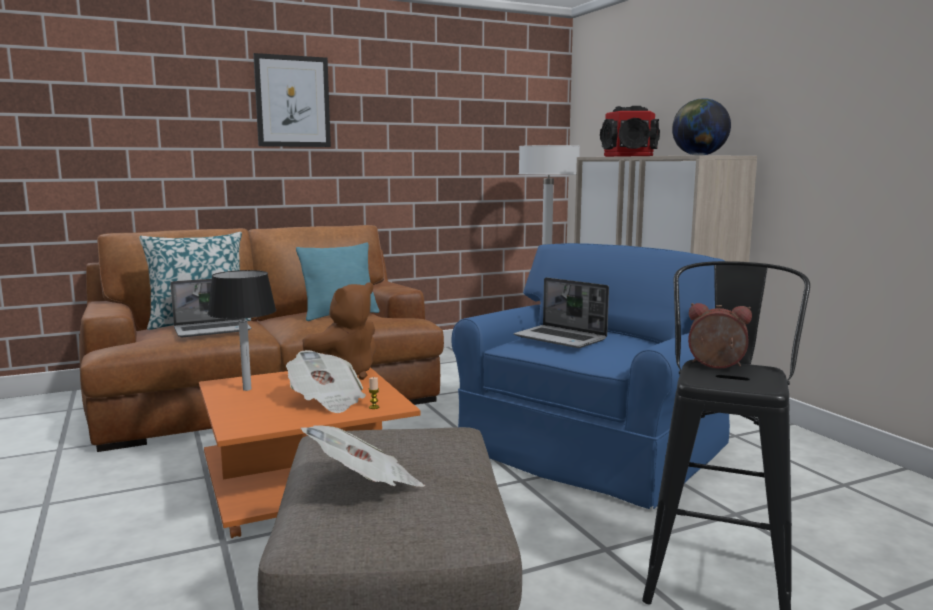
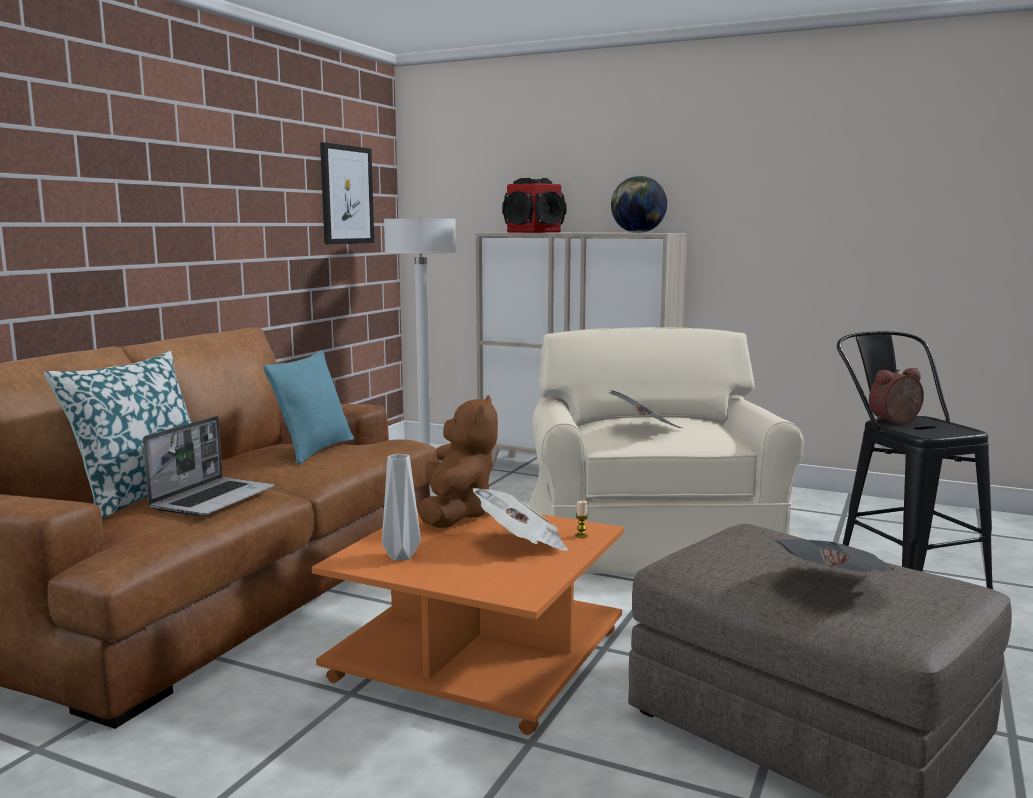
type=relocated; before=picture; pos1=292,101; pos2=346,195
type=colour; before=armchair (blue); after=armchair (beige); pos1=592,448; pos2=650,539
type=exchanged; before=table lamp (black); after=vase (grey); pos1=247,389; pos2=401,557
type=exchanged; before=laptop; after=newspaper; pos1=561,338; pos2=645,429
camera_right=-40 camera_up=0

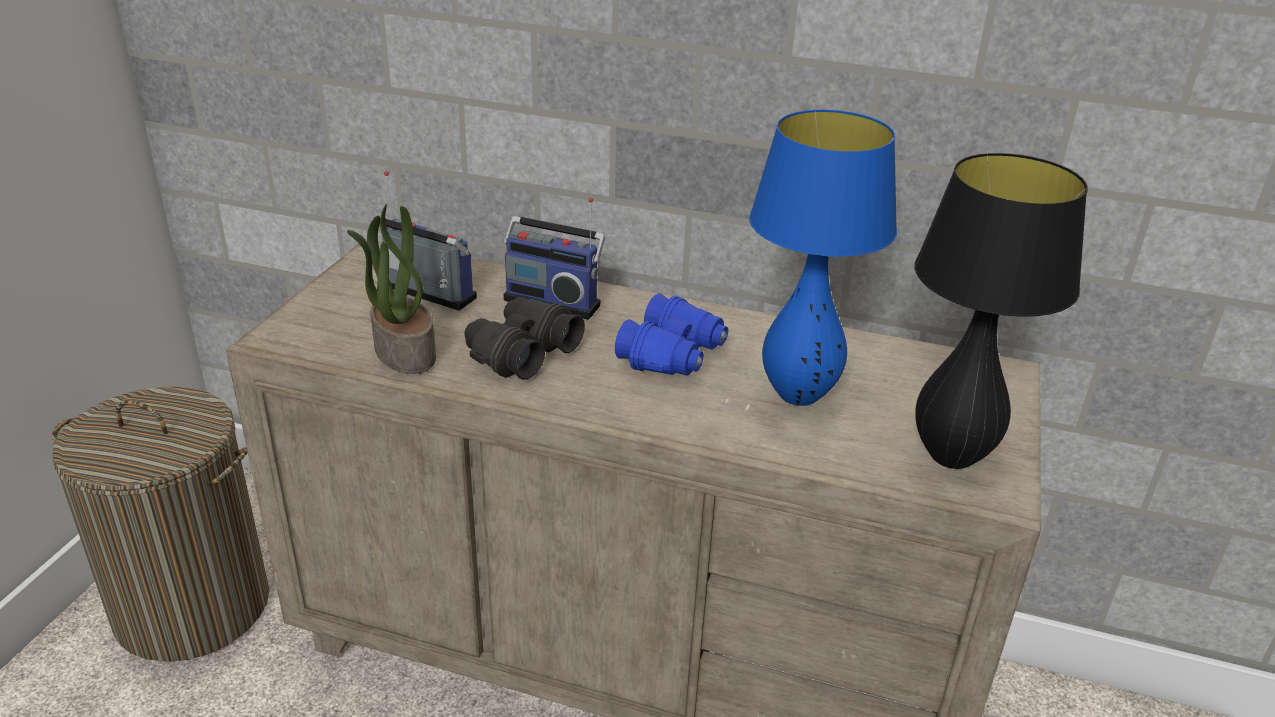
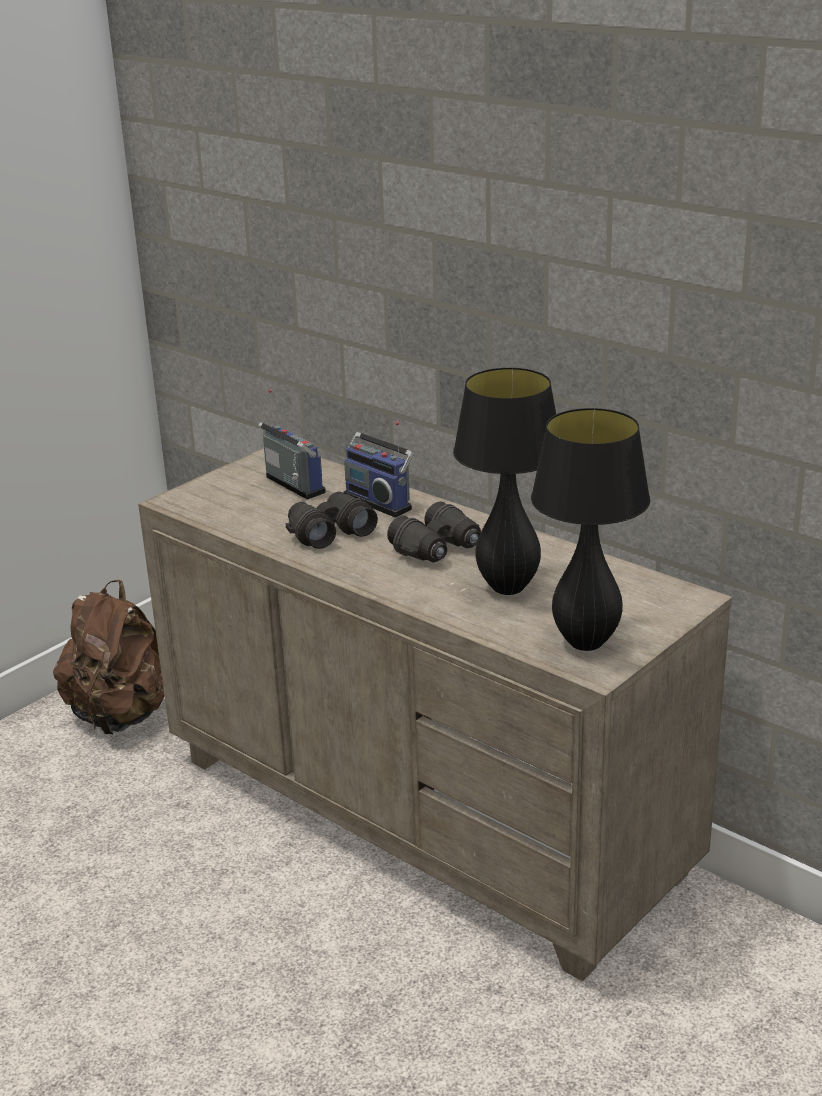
type=colour; before=table lamp (blue); after=table lamp (black); pos1=799,395; pos2=508,588
type=missing; before=potted plant; pos1=403,352
type=colour; before=binoculars (blue); after=binoculars (black); pos1=673,355; pos2=438,549
type=exchanged; before=laundry basket; after=backpack (brown); pos1=193,606; pos2=120,716
camera_right=25 camera_up=-5

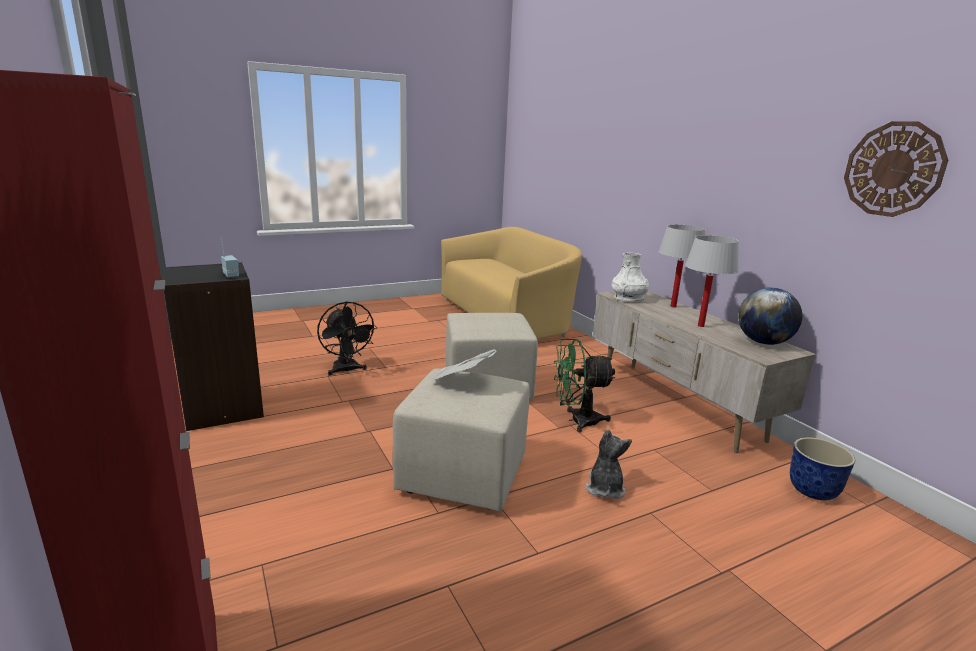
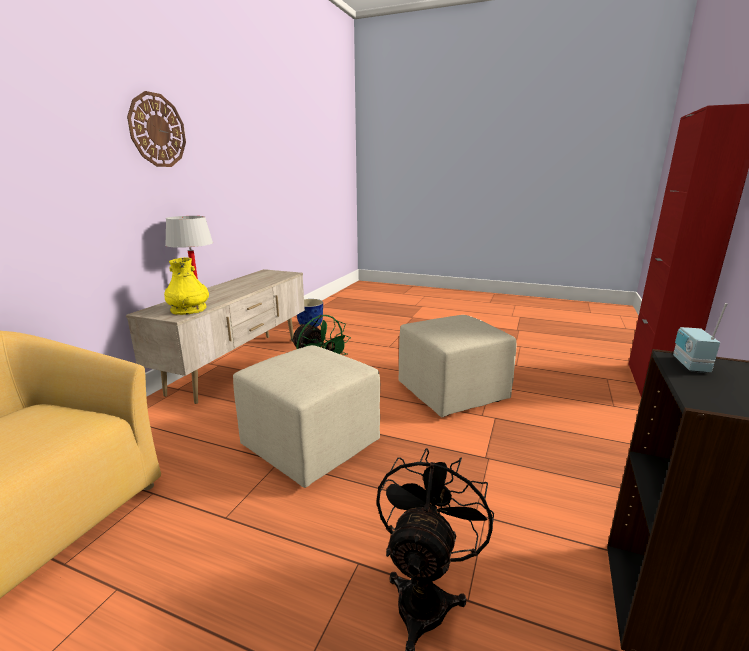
type=relocated; before=wall clock; pos1=893,169; pos2=157,130
type=missing; before=table lamp (white); pos1=700,326
type=colour; before=vase (white); after=vase (yellow); pos1=628,298; pos2=189,309
type=missing; before=globe; pos1=763,342
type=missing; before=newspaper; pos1=462,381
type=missing; before=plush toy; pos1=604,488
camera_right=-130 camera_up=0

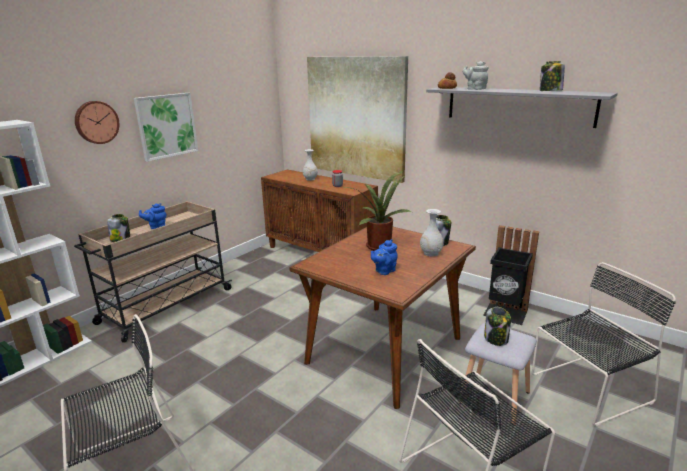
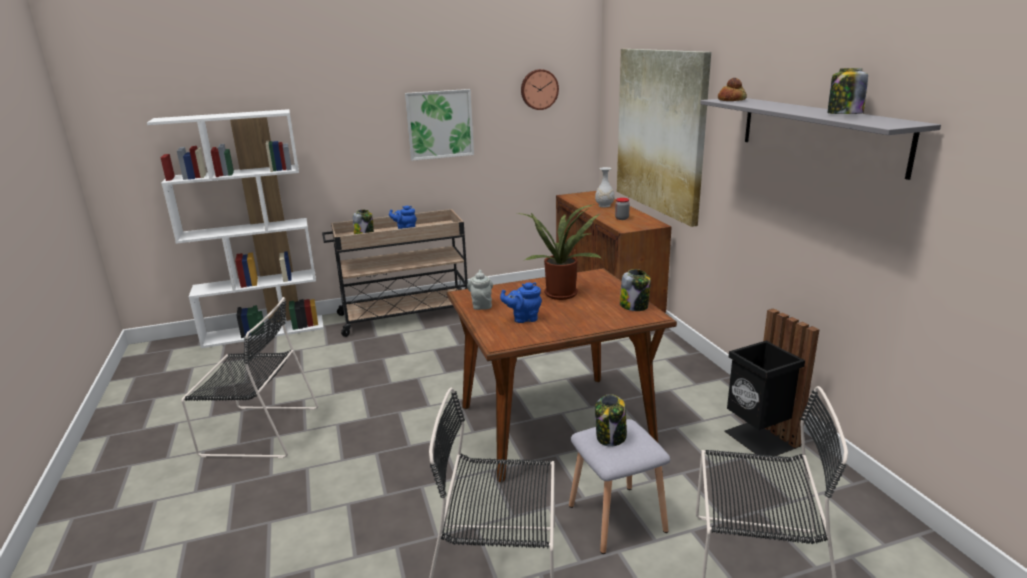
type=relocated; before=teapot (grey); pos1=475,89; pos2=481,305
type=relocated; before=wall clock; pos1=96,122; pos2=539,89
type=missing; before=vase (white); pos1=431,253
camera_right=35 camera_up=0

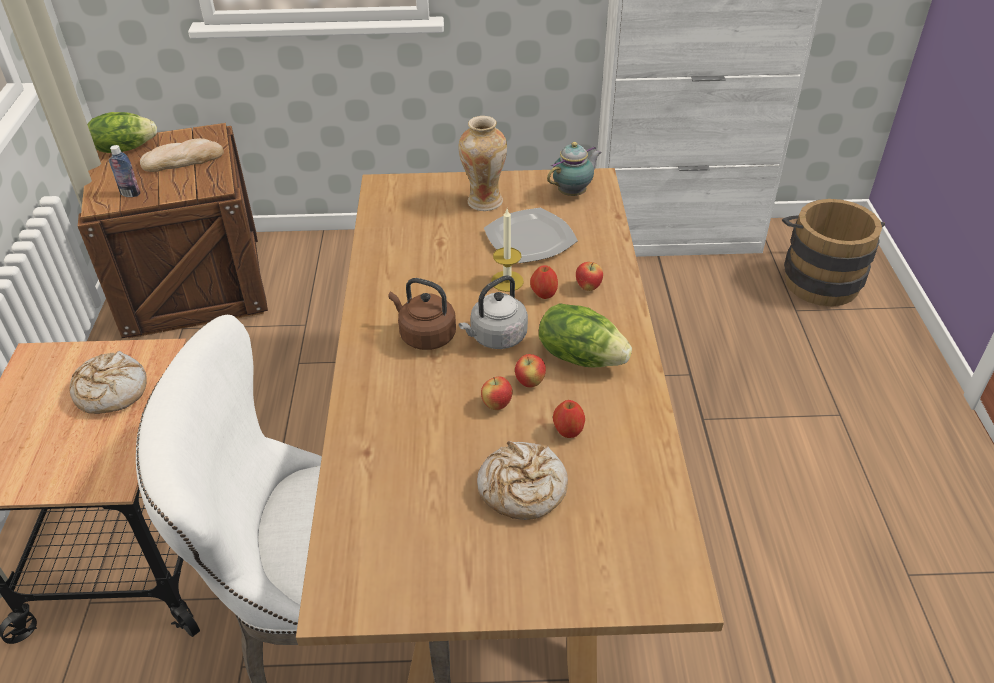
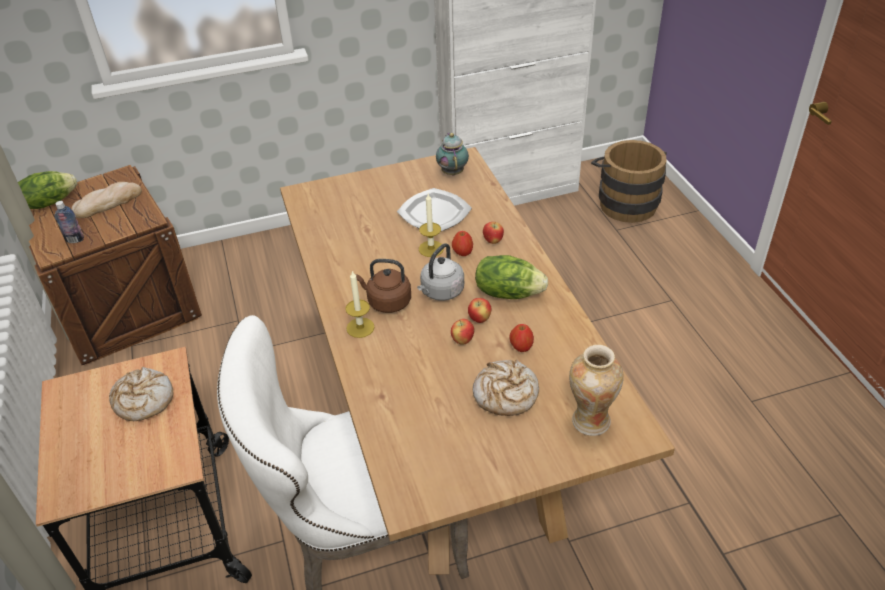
type=relocated; before=vase; pos1=484,201; pos2=590,421
type=spun; before=teapot; pos1=573,193; pos2=452,172; turn=-45
type=appeared; after=candle; pos2=360,327
camera_right=-15 camera_up=0

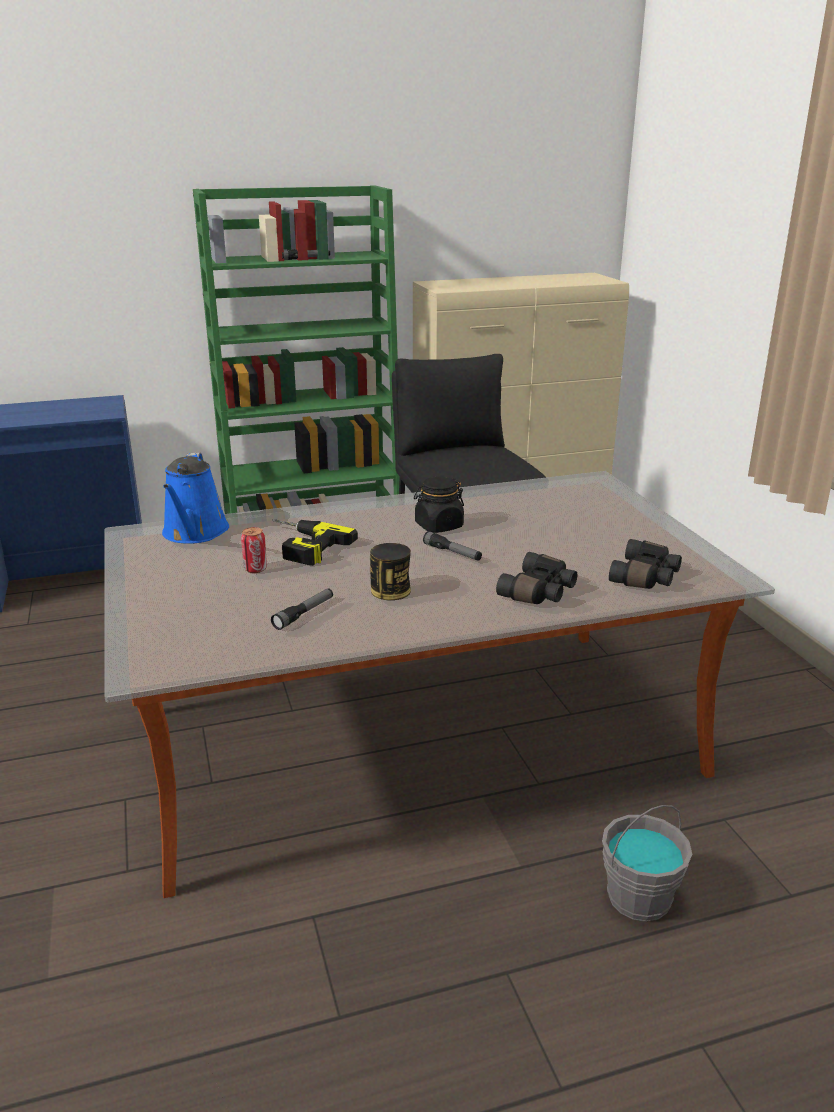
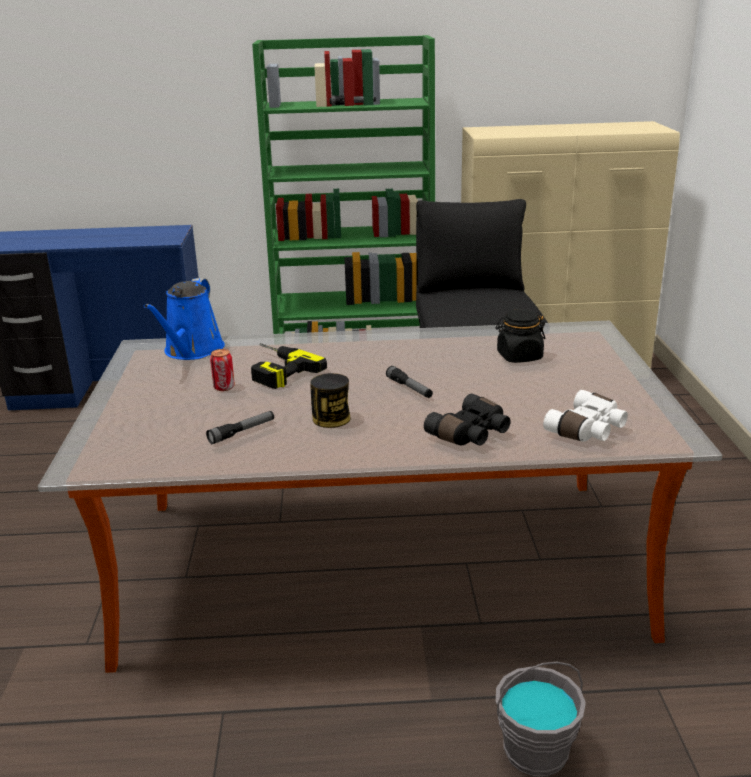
type=relocated; before=jar (black); pos1=438,526; pos2=519,356
type=colour; before=binoculars (black); after=binoculars (white); pos1=646,577; pos2=588,430
camera_right=15 camera_up=0

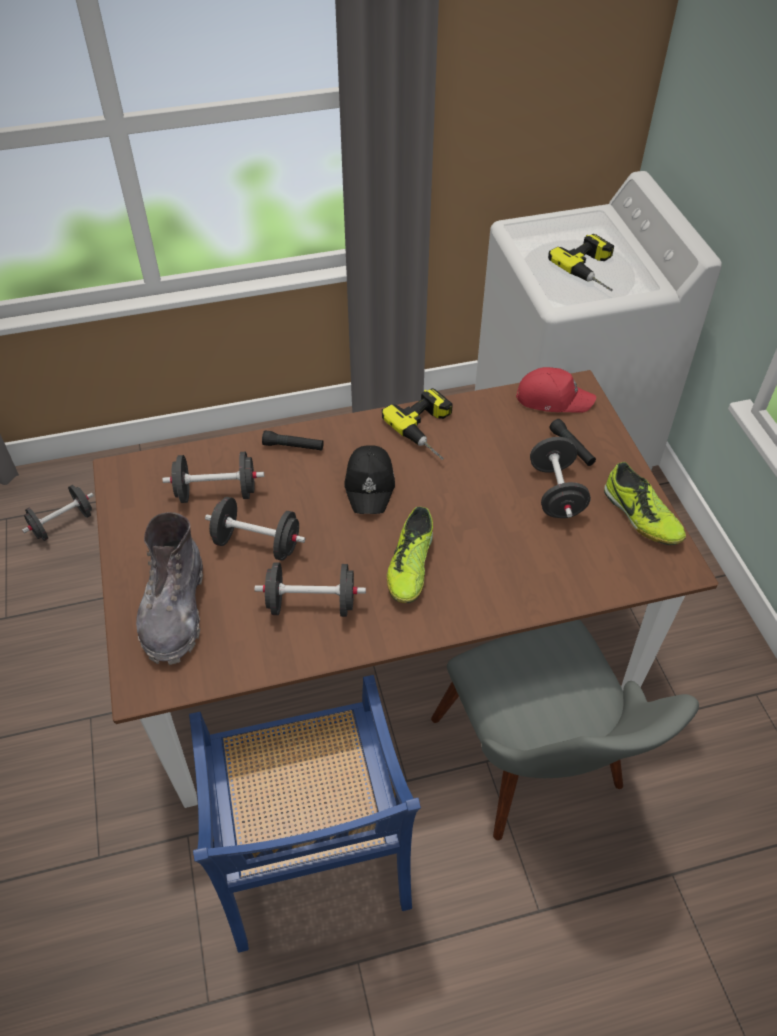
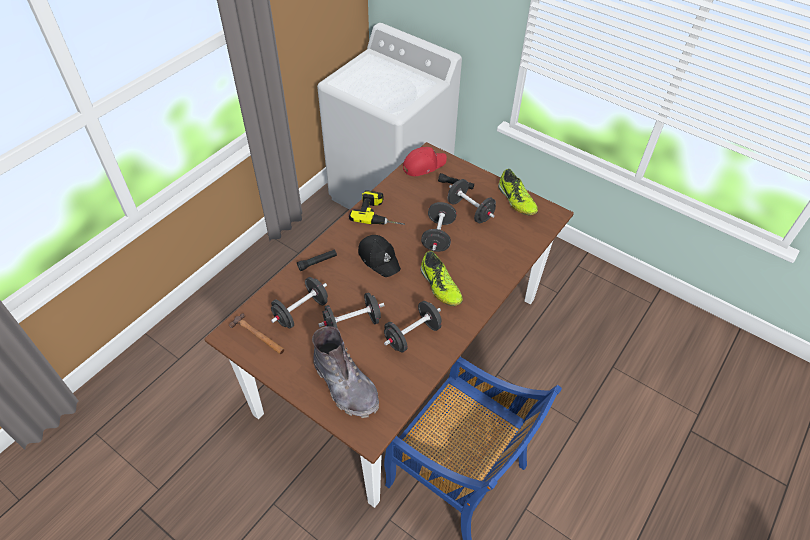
type=missing; before=power drill; pos1=594,270
type=spun; before=shoe; pos1=641,516; pos2=516,200; turn=45
type=relocated; before=dumbbell (black); pos1=63,524; pos2=438,236
type=missing; before=chair (grey); pos1=539,772
type=appeared; after=hammer; pos2=258,336
camera_right=-40 camera_up=0

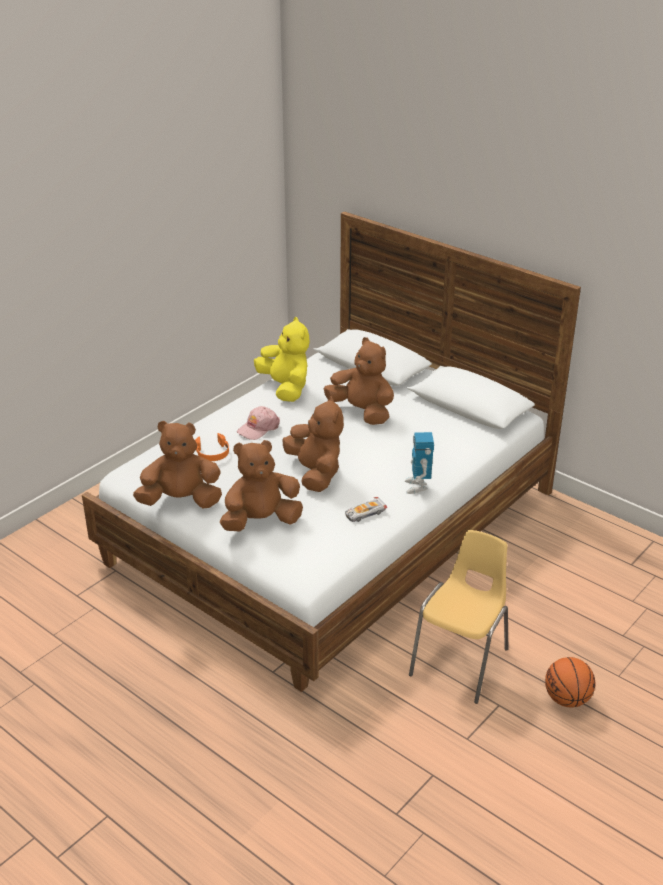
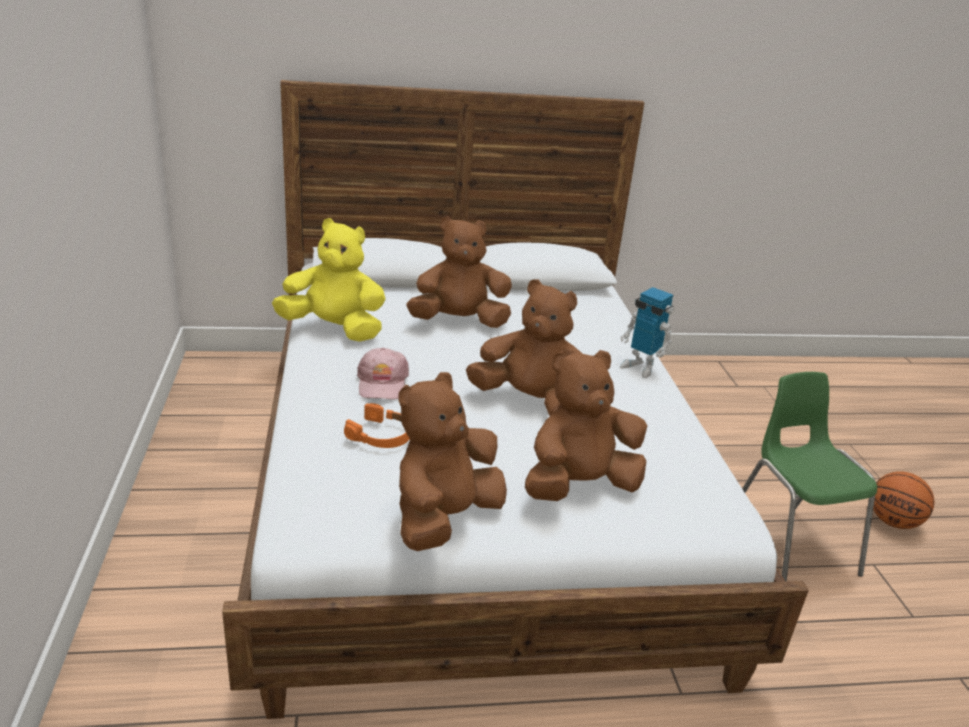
type=spun; before=plush toy (brown); pos1=261,521; pos2=579,486; turn=45
type=missing; before=toy car; pos1=365,513
type=colour; before=chair (yellow); after=chair (green); pos1=461,662; pos2=788,545
camera_right=-50 camera_up=-5

